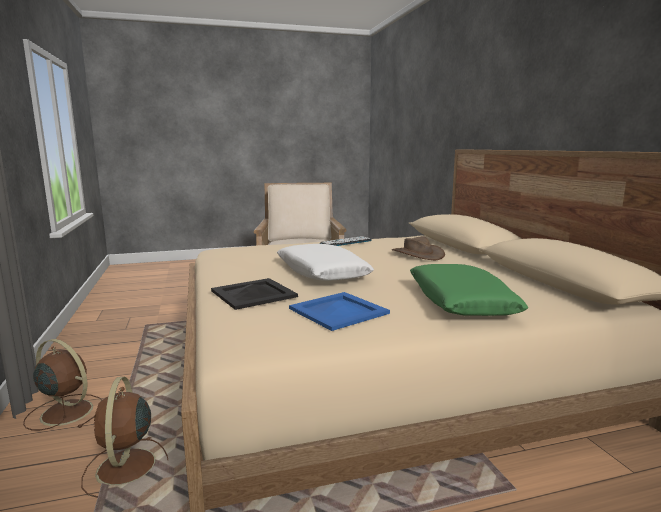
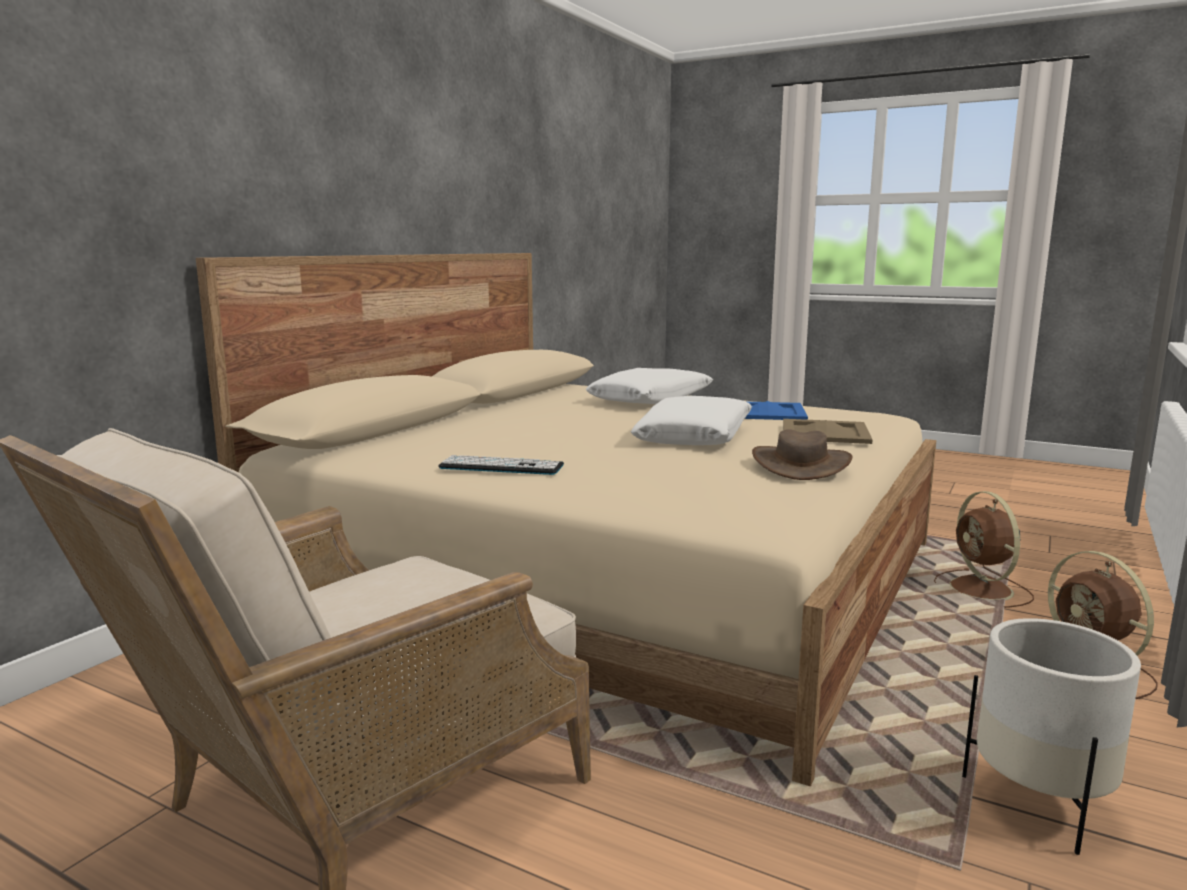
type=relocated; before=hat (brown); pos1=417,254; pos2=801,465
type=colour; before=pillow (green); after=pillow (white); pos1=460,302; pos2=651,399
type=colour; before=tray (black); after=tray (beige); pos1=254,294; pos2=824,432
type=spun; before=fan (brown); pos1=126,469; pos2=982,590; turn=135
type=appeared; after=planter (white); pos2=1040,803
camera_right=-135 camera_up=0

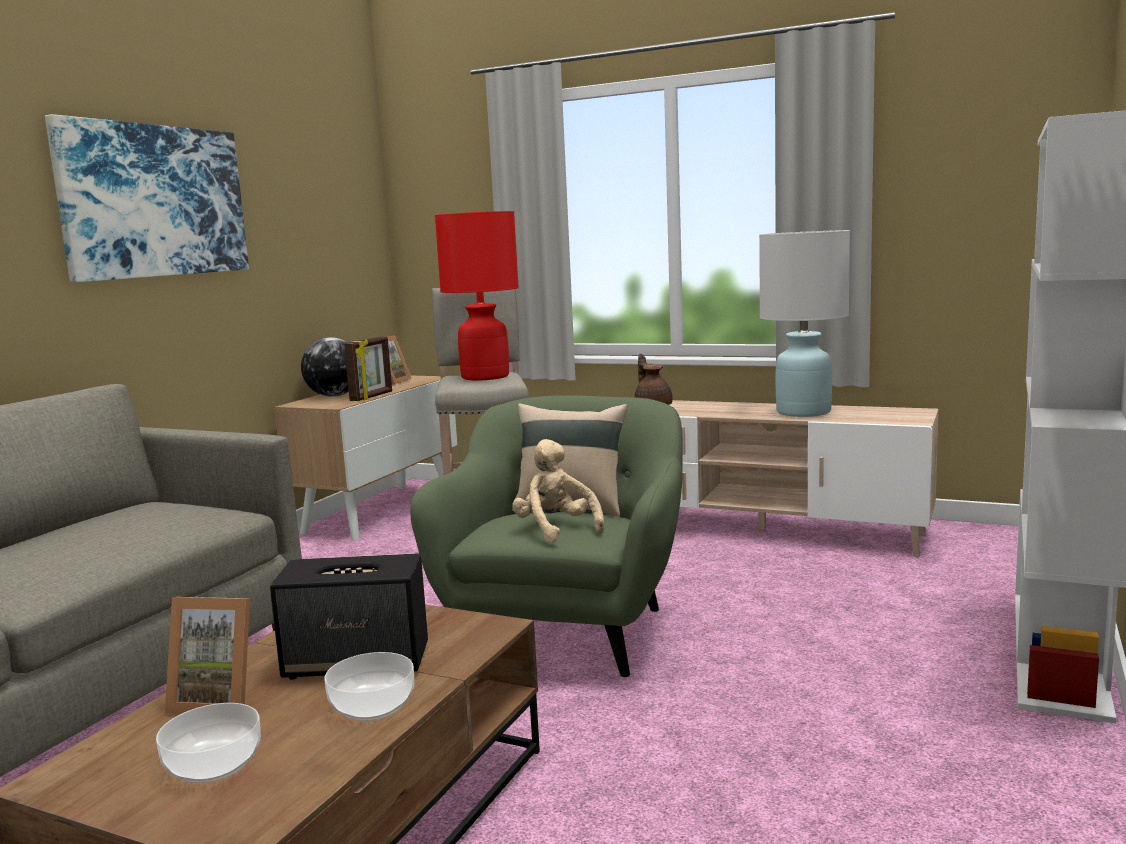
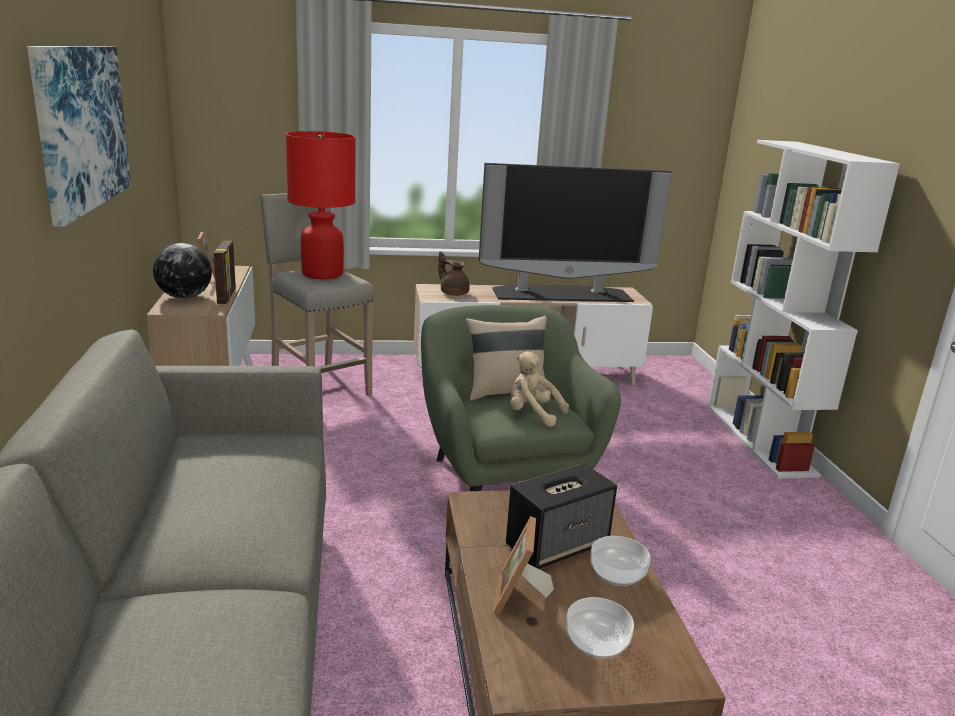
type=exchanged; before=table lamp (white); after=television; pos1=804,412; pos2=562,294
type=spun; before=picture frame; pos1=219,700; pos2=520,598; turn=120
camera_right=-35 camera_up=10

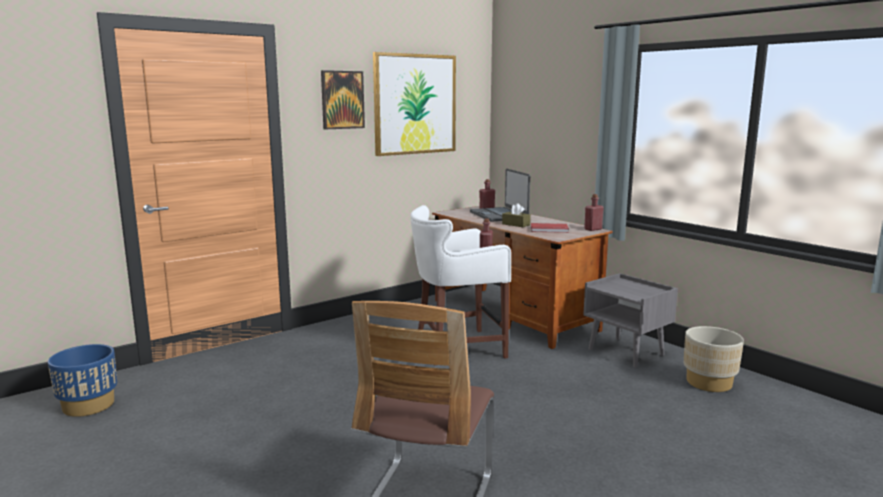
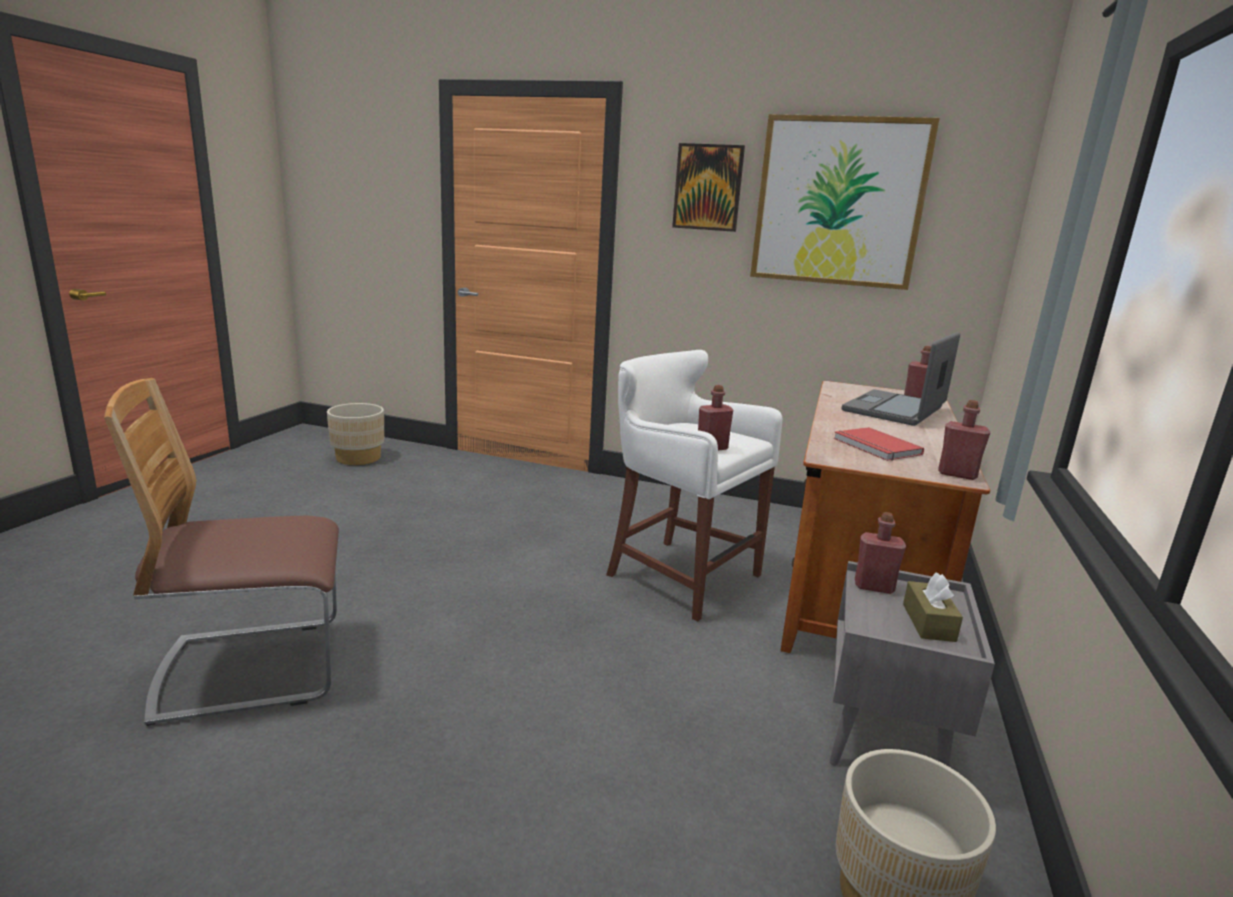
type=relocated; before=tissue box (brown); pos1=516,224; pos2=928,622
type=colour; before=planter (blue); after=planter (beige); pos1=88,405; pos2=358,458
type=appeared; after=bottle (red); pos2=874,586
camera_right=55 camera_up=5

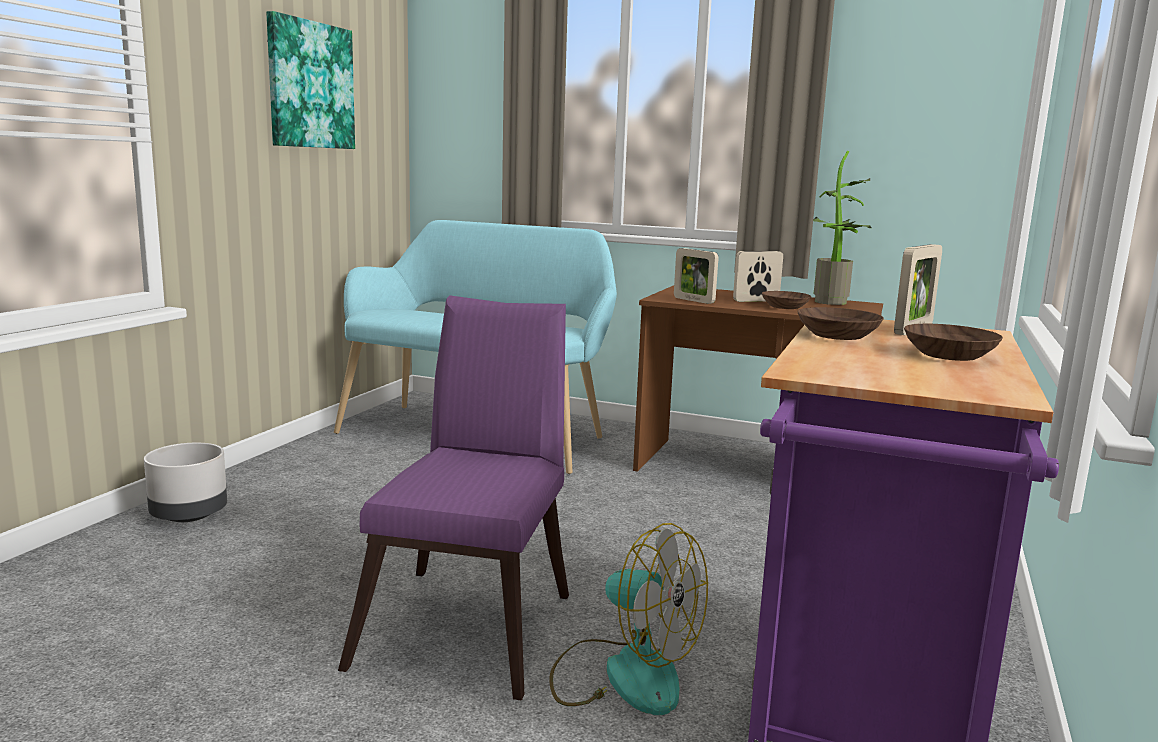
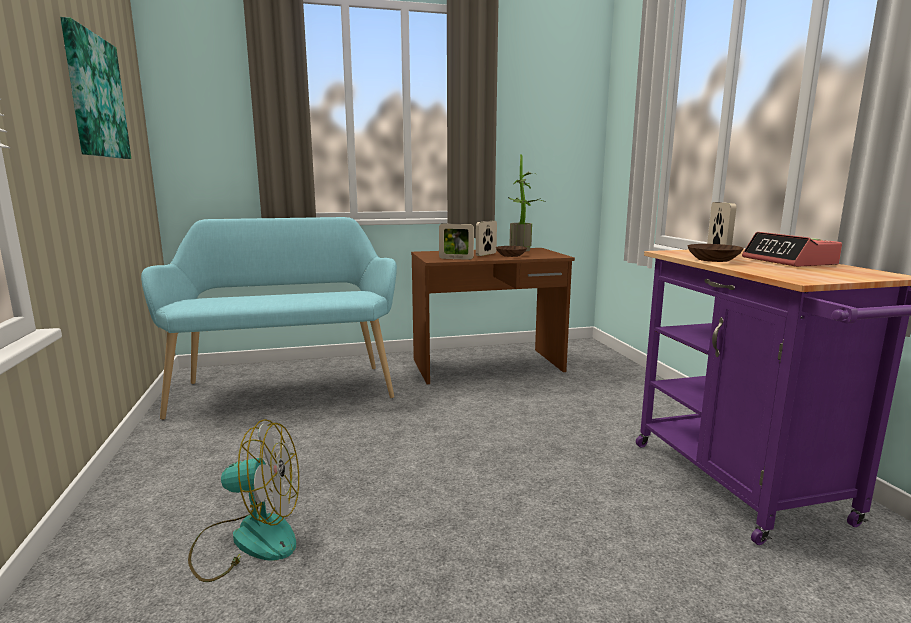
type=missing; before=chair (purple); pos1=473,622
type=exchanged; before=bowl (brown); after=alarm clock; pos1=951,356; pos2=789,261
type=missing; before=planter (grey); pos1=189,515
type=relocated; before=fan; pos1=624,674; pos2=248,539
camera_right=-35 camera_up=0

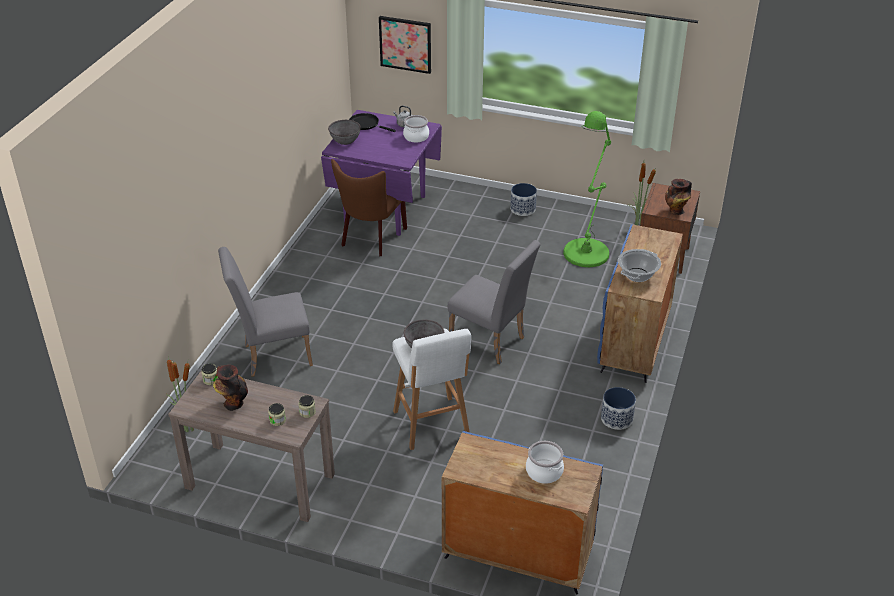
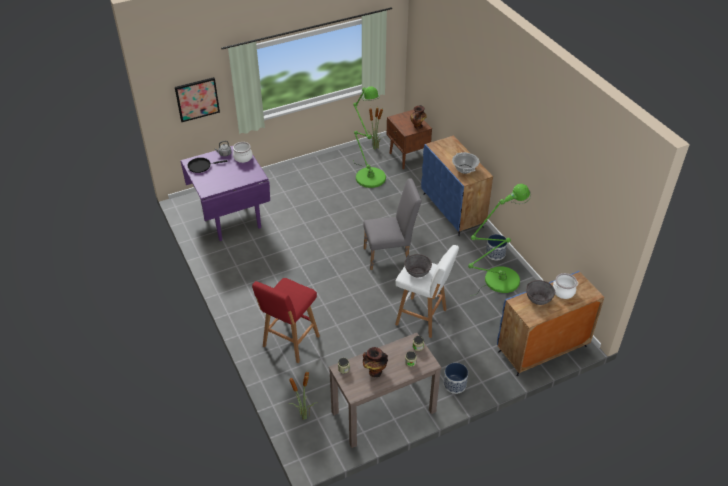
type=relocated; before=bowl (grey); pos1=345,140; pos2=538,299
type=missing; before=chair (brown); pos1=371,239
type=relocated; before=planter; pos1=523,209; pos2=454,384
type=exchanged; before=chair (grey); after=stool (red); pos1=272,355; pos2=290,342
type=appeared; after=floor lamp (green); pos2=497,281
camera_right=-45 camera_up=5

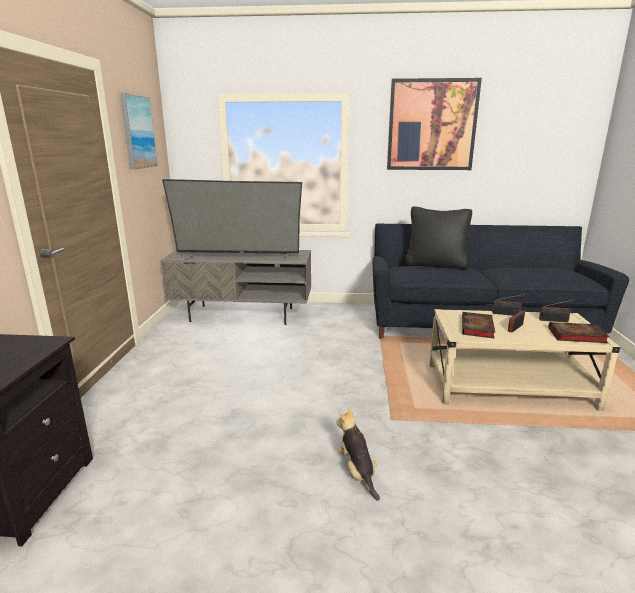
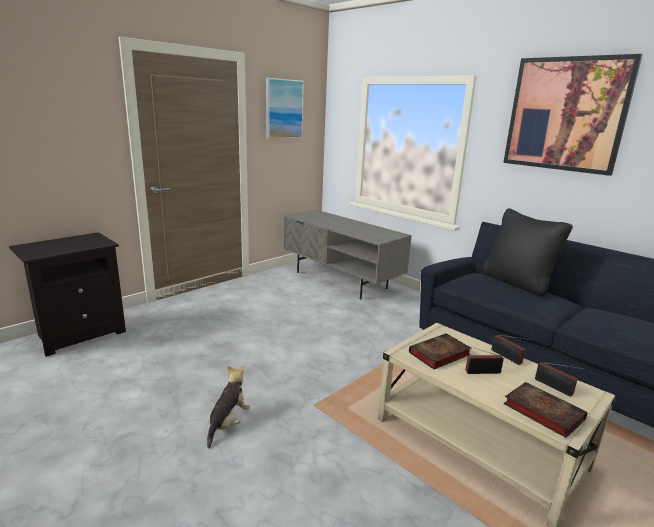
type=missing; before=television; pos1=238,257
camera_right=40 camera_up=0

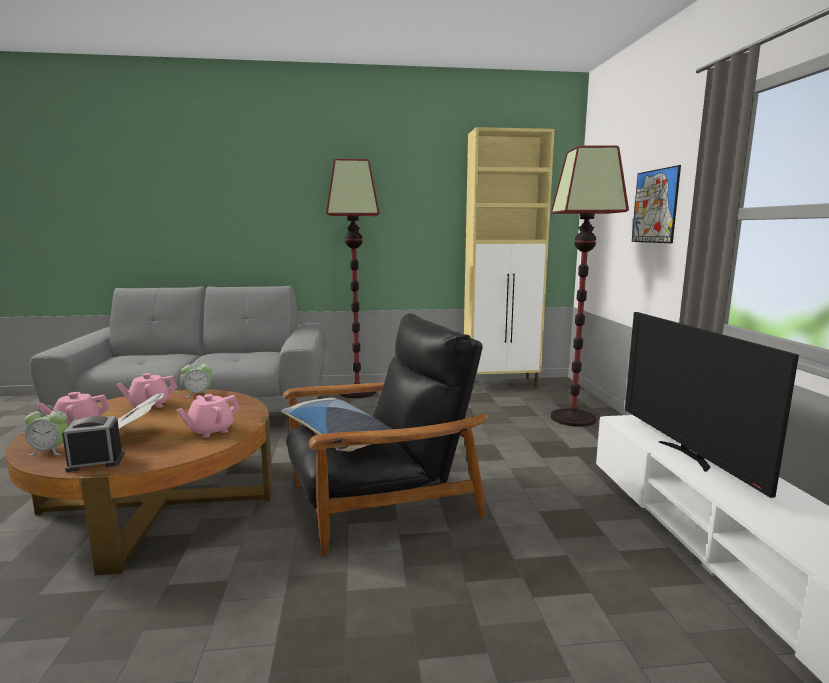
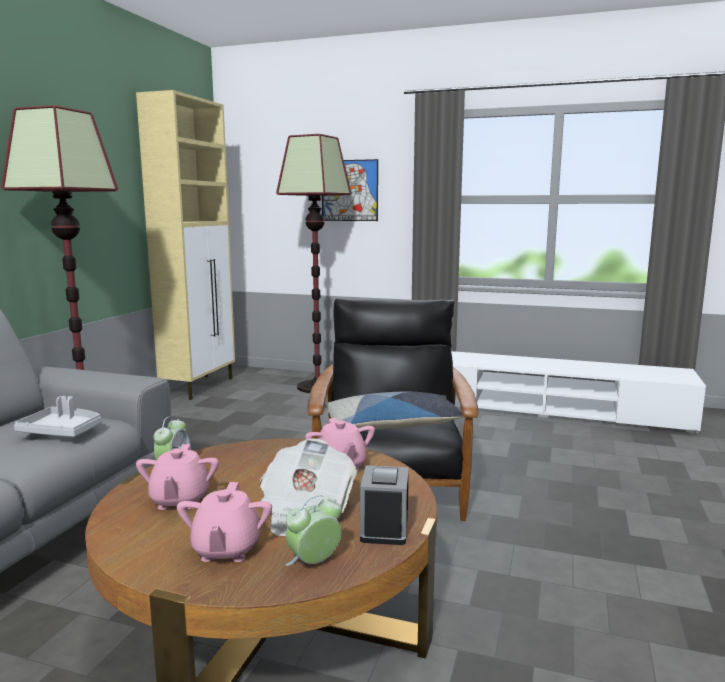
type=missing; before=television; pos1=687,455
type=spun; before=alarm clock; pos1=50,451; pos2=314,563; turn=-150
type=appeared; after=tray (grey); pos2=62,431
camera_right=-65 camera_up=0

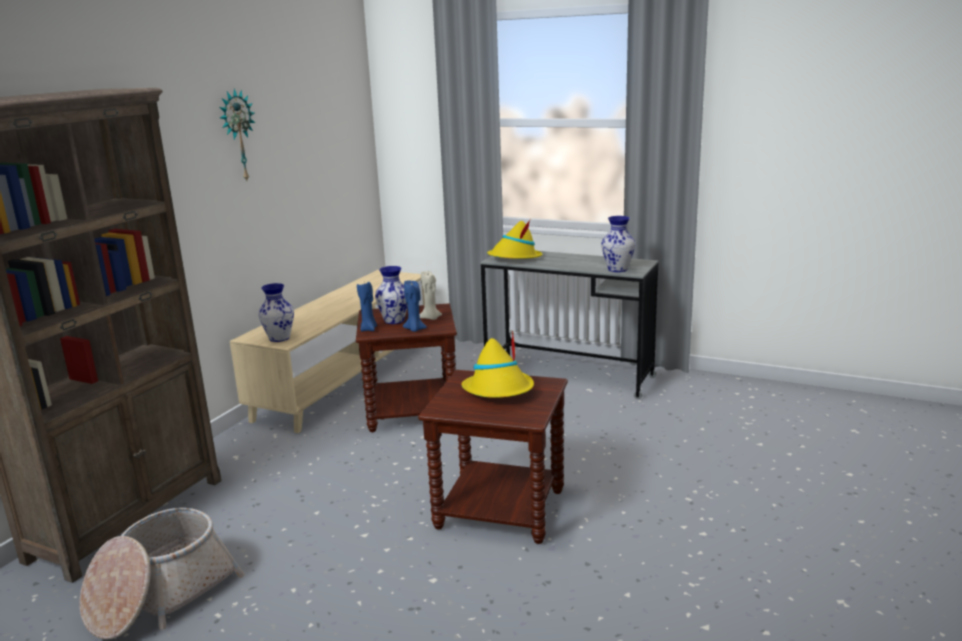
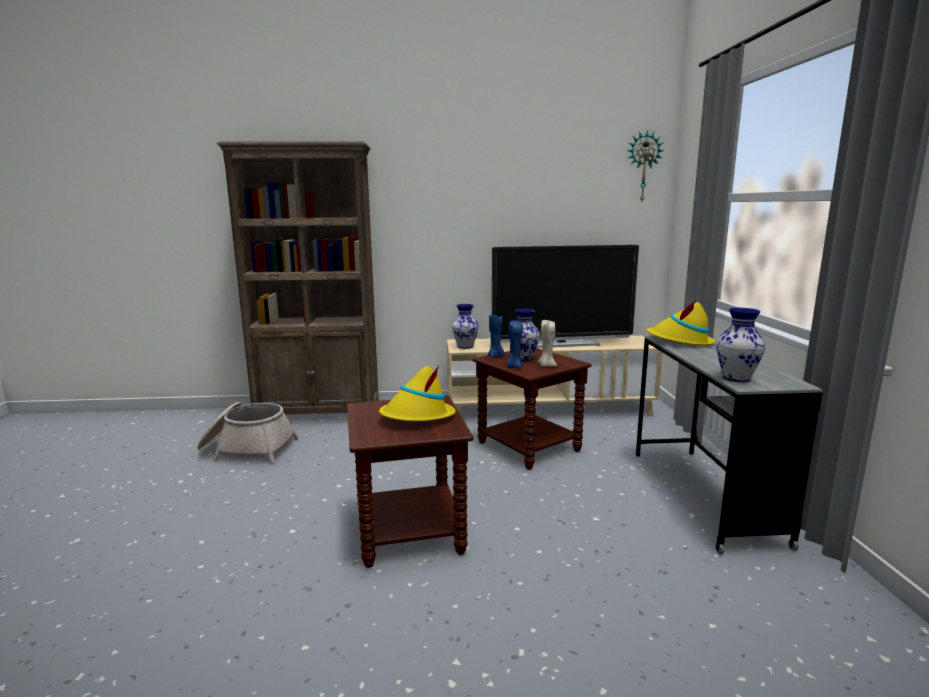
type=relocated; before=wall clock; pos1=237,136; pos2=643,167
type=appeared; after=television; pos2=561,343
camera_right=60 camera_up=-5

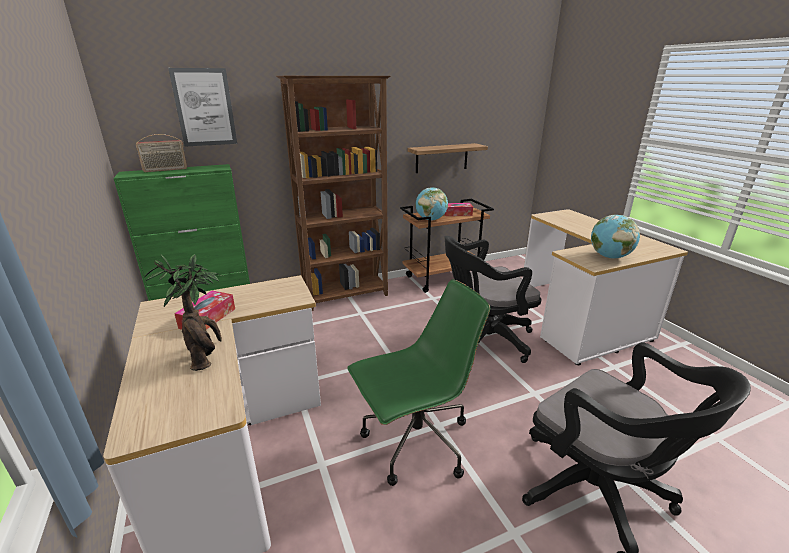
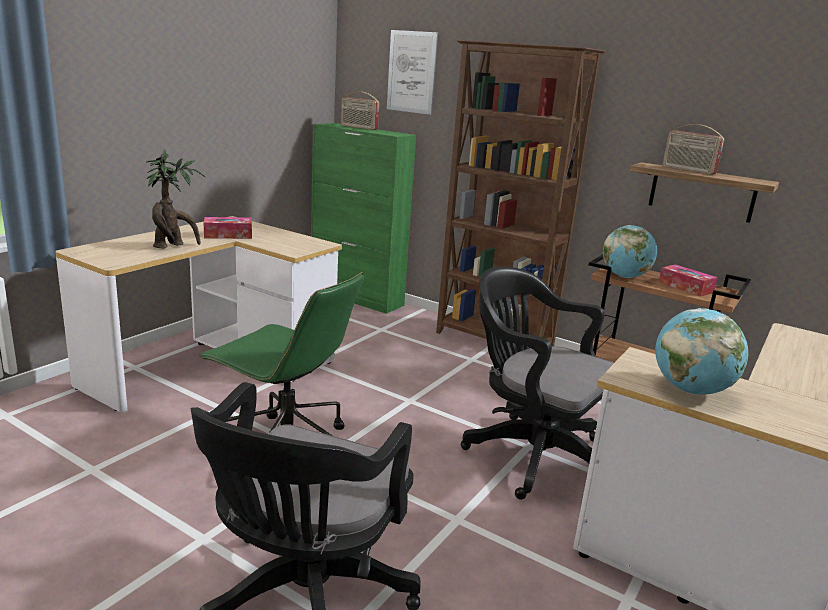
type=appeared; after=radio; pos2=688,170
camera_right=55 camera_up=-5

